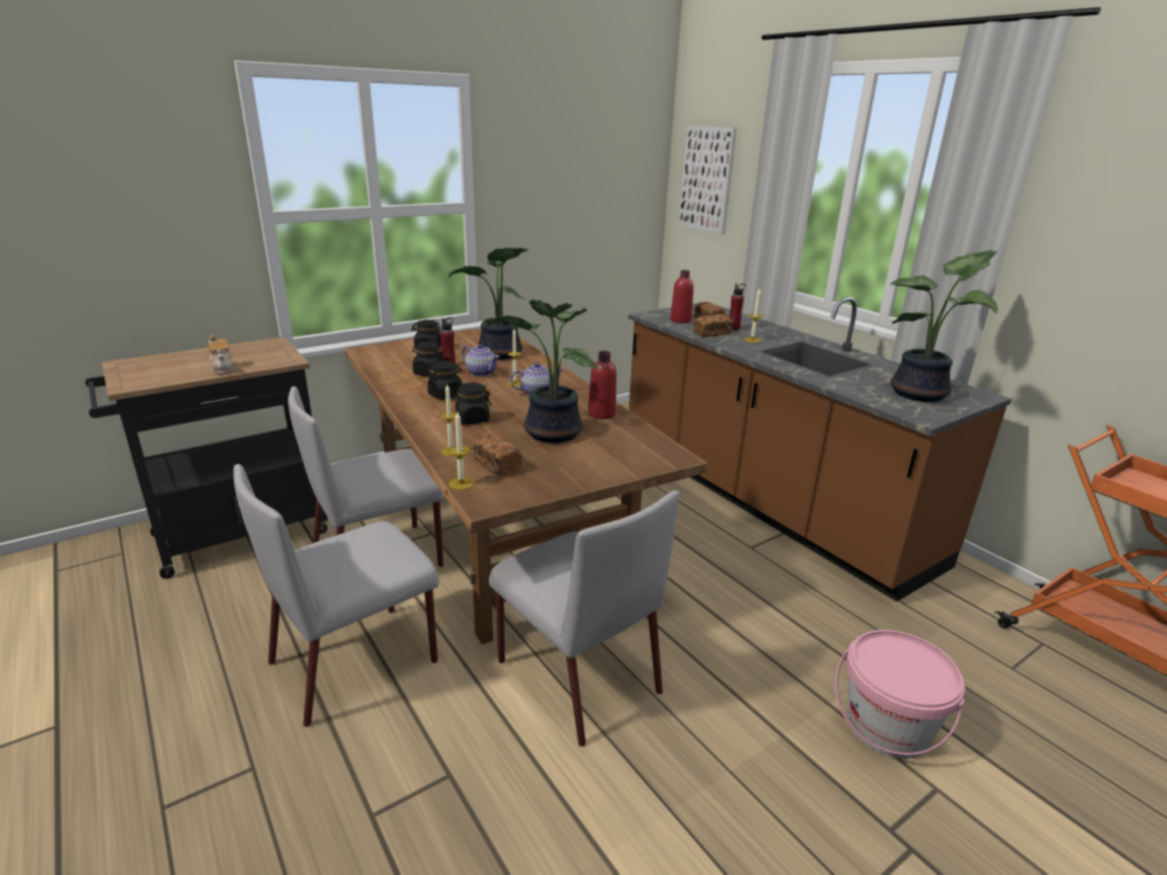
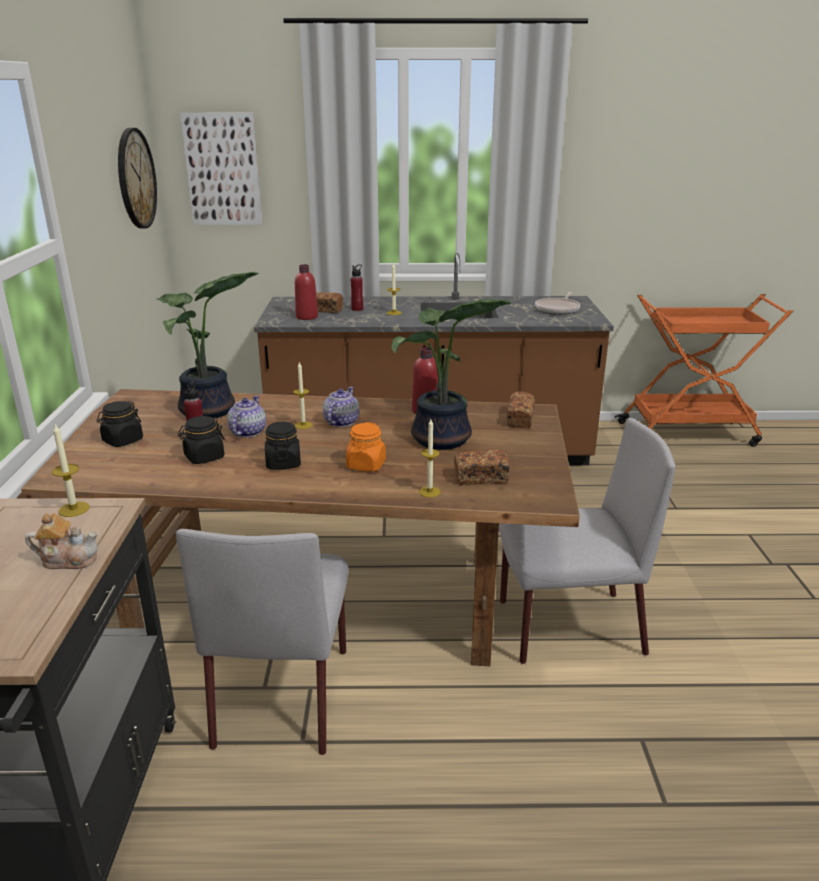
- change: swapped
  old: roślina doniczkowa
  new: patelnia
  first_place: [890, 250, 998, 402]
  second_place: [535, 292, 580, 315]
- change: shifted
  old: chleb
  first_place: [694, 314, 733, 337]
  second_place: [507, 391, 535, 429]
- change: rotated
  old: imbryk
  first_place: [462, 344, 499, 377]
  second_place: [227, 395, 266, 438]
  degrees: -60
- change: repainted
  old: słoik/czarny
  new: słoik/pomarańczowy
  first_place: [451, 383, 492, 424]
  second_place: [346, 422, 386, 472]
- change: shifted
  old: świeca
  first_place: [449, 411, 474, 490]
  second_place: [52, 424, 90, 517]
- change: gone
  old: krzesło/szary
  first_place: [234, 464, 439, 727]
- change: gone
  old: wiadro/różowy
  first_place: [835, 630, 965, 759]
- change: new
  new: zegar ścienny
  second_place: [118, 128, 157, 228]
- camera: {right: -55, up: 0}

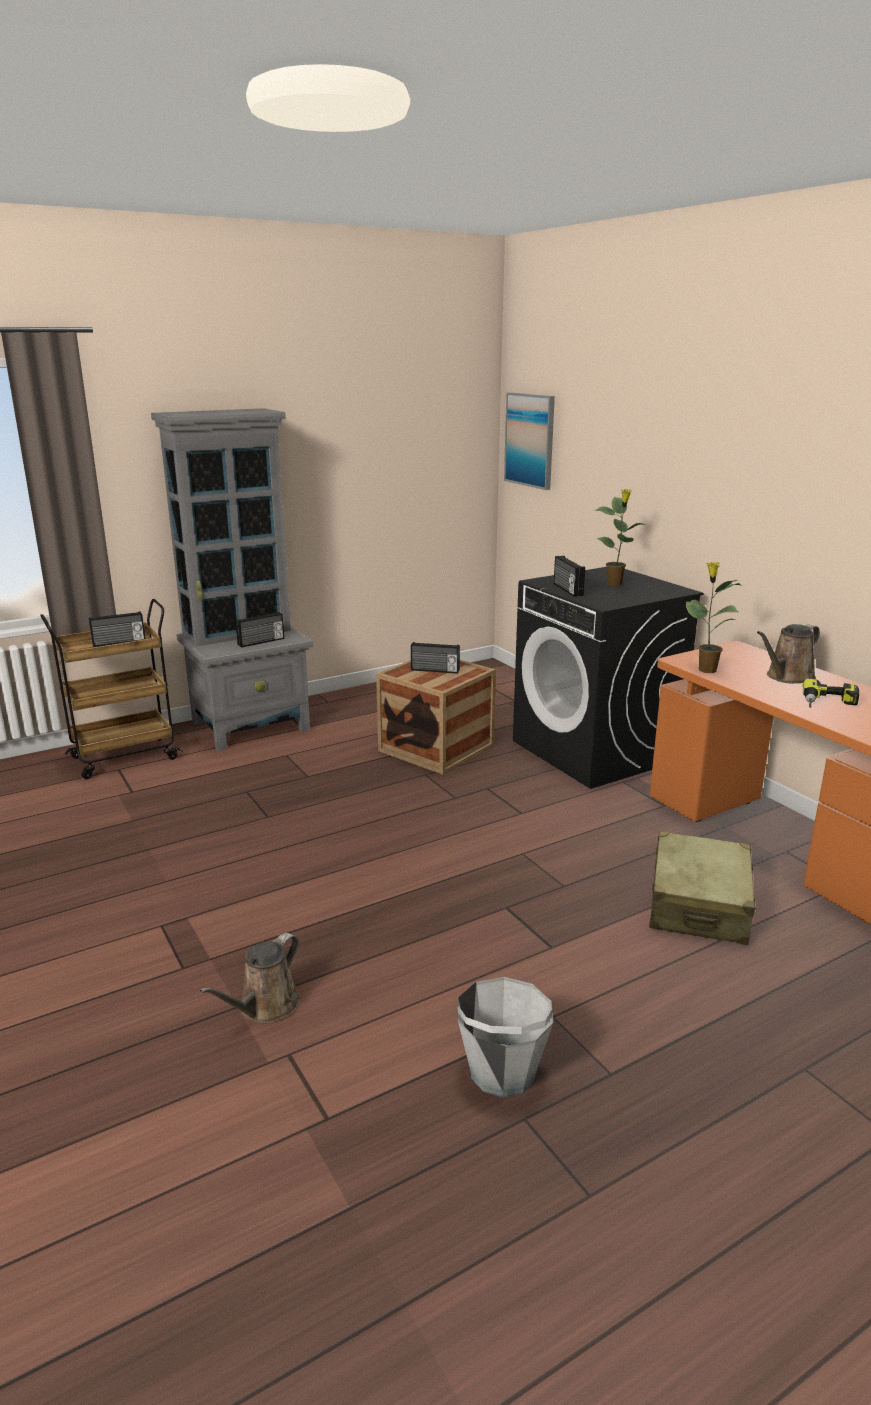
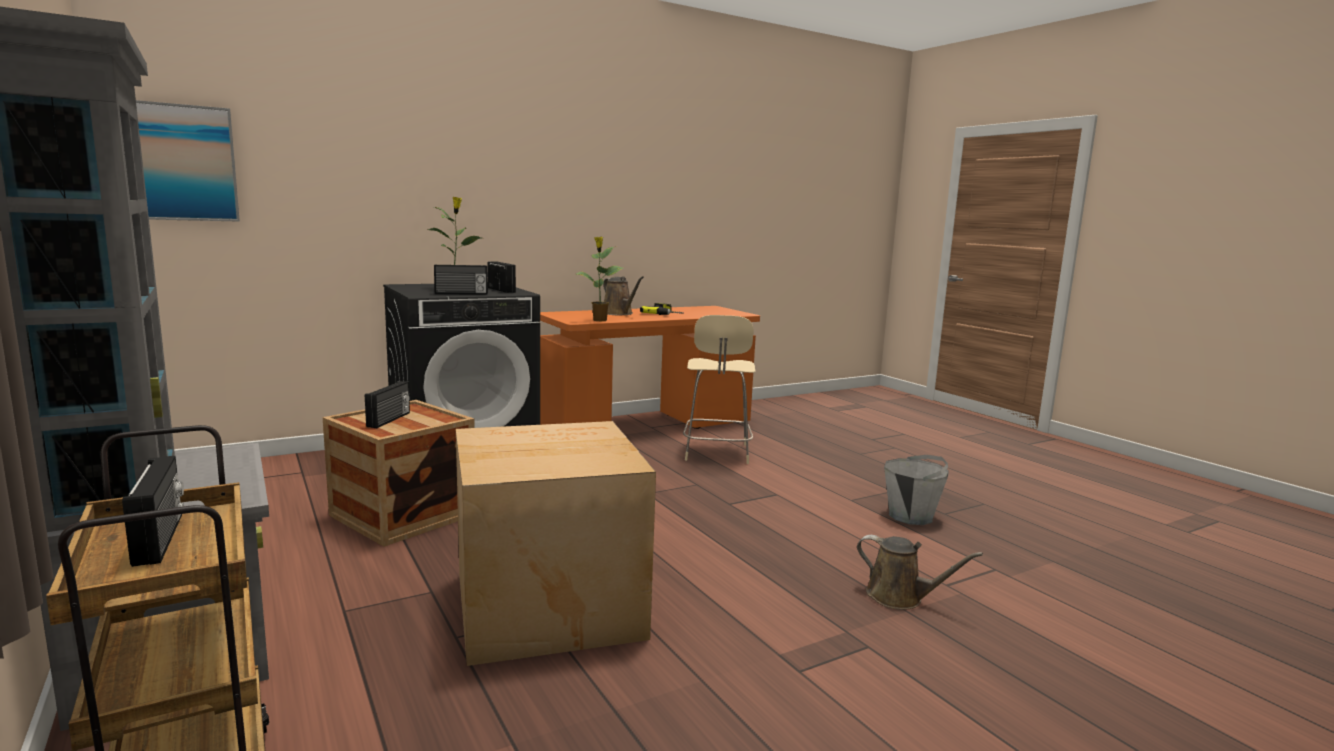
- change: shifted
  old: radio
  first_place: [235, 612, 284, 648]
  second_place: [487, 261, 516, 293]
- change: swapped
  old: walizka/beżowy
  new: krzesło/beżowy
  first_place: [649, 831, 756, 945]
  second_place: [683, 315, 756, 464]
- change: new
  new: karton
  second_place: [456, 421, 656, 666]
- camera: {right: -90, up: -10}

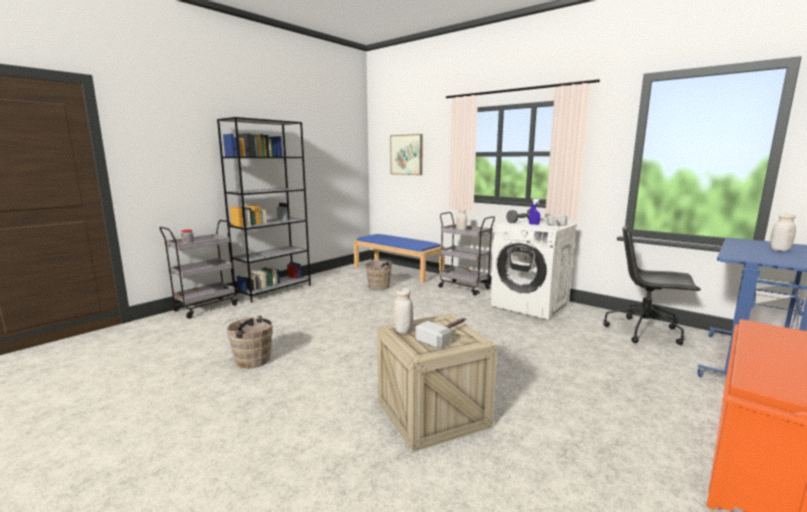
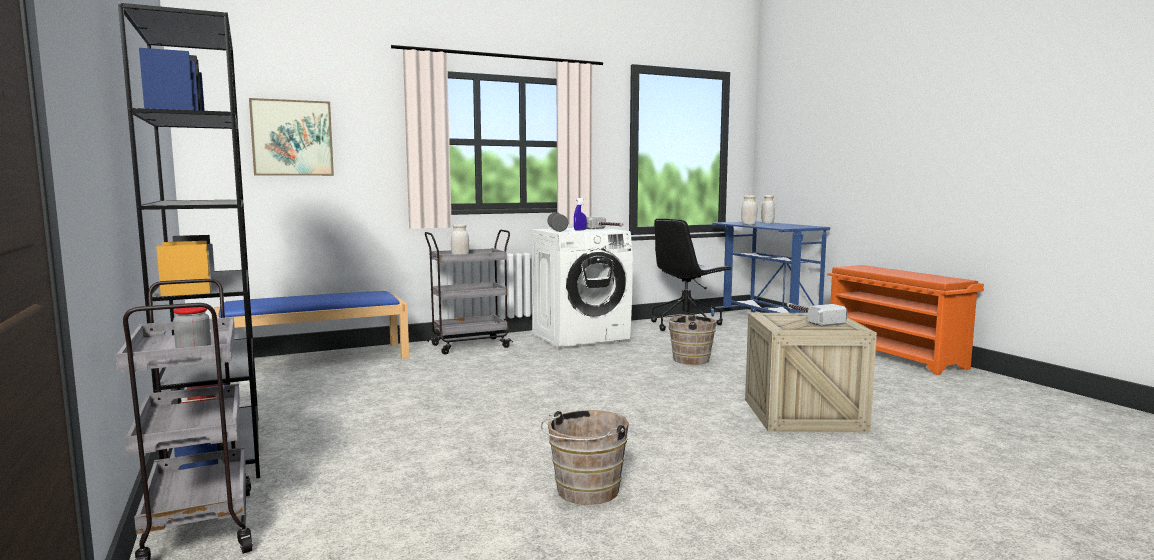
- change: shifted
  old: wiadro/brązowy
  first_place: [364, 259, 393, 290]
  second_place: [663, 313, 717, 365]
- change: shifted
  old: słoik/biały
  first_place: [394, 288, 413, 334]
  second_place: [741, 195, 757, 225]
- camera: {right: -65, up: -5}

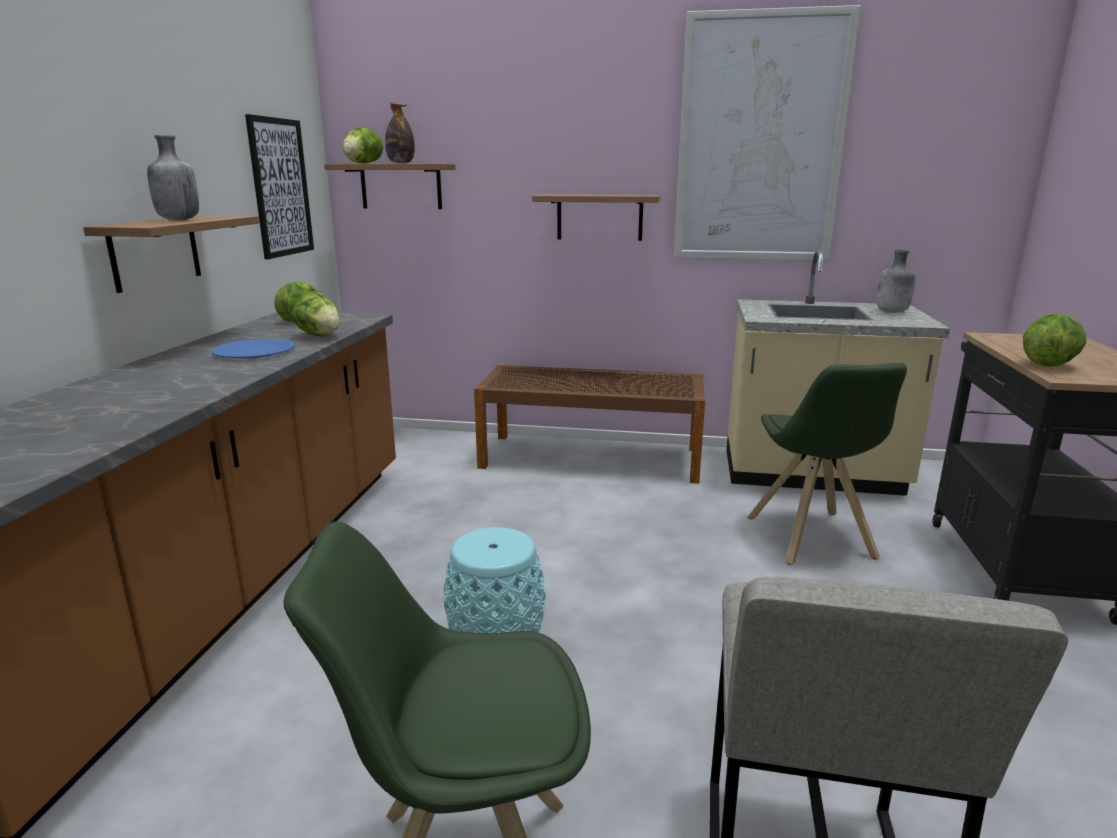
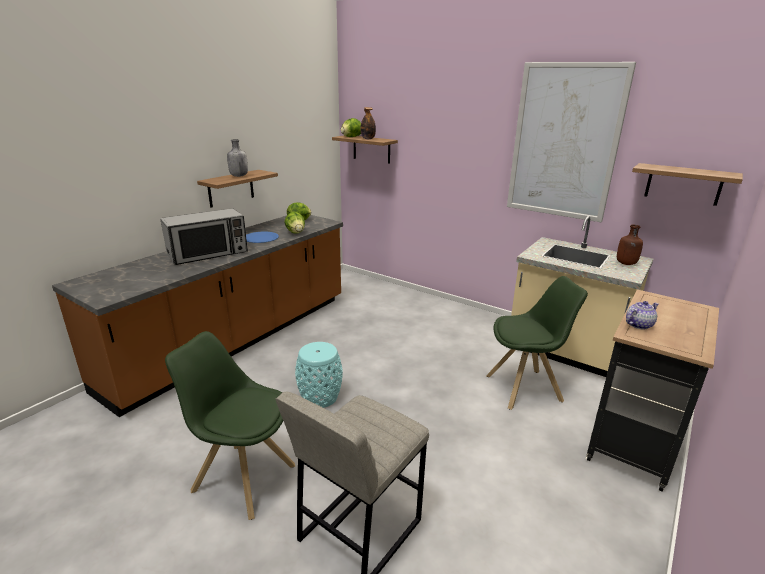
- change: gone
  old: obraz
  first_place: [245, 114, 314, 259]
- change: shifted
  old: półka
  first_place: [532, 194, 661, 241]
  second_place: [632, 163, 743, 206]
- change: repainted
  old: butelka/szary
  new: butelka/brązowy
  first_place: [877, 250, 915, 313]
  second_place: [617, 225, 643, 265]
- change: swapped
  old: sałata
  new: imbryk
  first_place: [1023, 313, 1086, 367]
  second_place: [626, 301, 659, 330]
- change: rotated
  old: krzesło/zielony
  first_place: [747, 363, 907, 565]
  second_place: [486, 276, 588, 410]
  degrees: -120
- change: gone
  old: ławka/brązowy
  first_place: [474, 364, 705, 484]
- change: new
  new: mikrofalówka
  second_place: [160, 208, 248, 265]
- camera: {right: 25, up: 5}

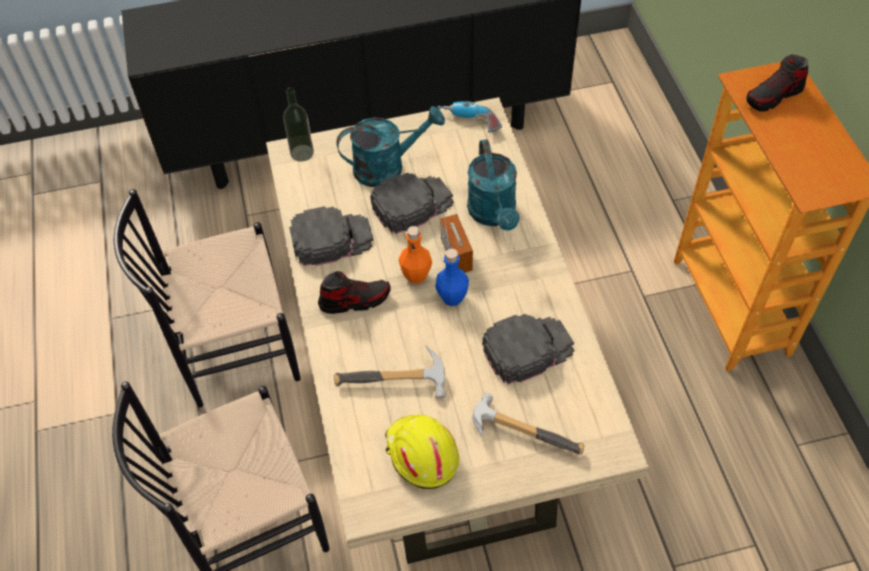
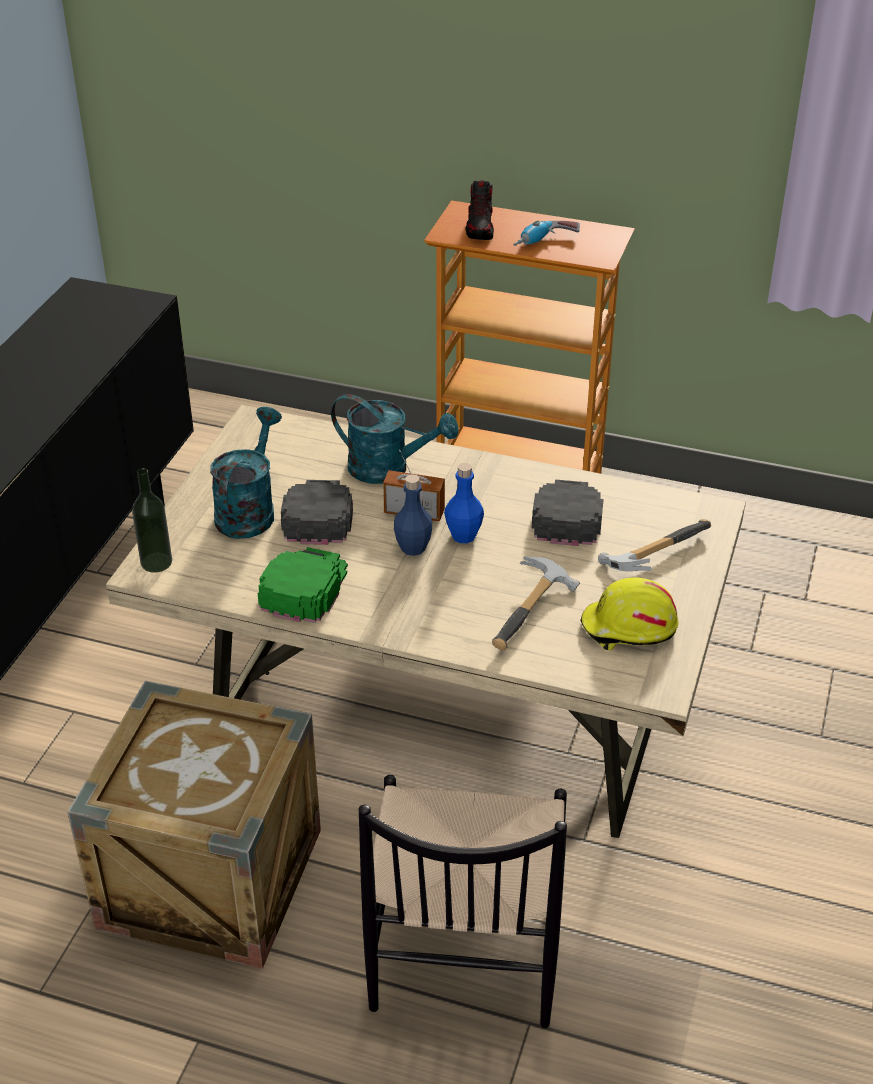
- change: shifted
  old: wiertarka
  first_place: [438, 101, 502, 133]
  second_place: [513, 221, 580, 246]
- change: swapped
  old: krzesło/czarny
  new: skrzynka
  first_place: [114, 189, 301, 407]
  second_place: [67, 681, 321, 969]
- change: repainted
  old: czapka z daszkiem/czarny
  new: czapka z daszkiem/zielony
  first_place: [289, 206, 374, 266]
  second_place: [258, 547, 348, 623]
- change: repainted
  old: butelka/pomarańczowy
  new: butelka/niebieski
  first_place: [399, 226, 432, 284]
  second_place: [394, 474, 432, 556]
- change: gone
  old: but
  first_place: [318, 271, 391, 314]
- camera: {right: -60, up: -15}

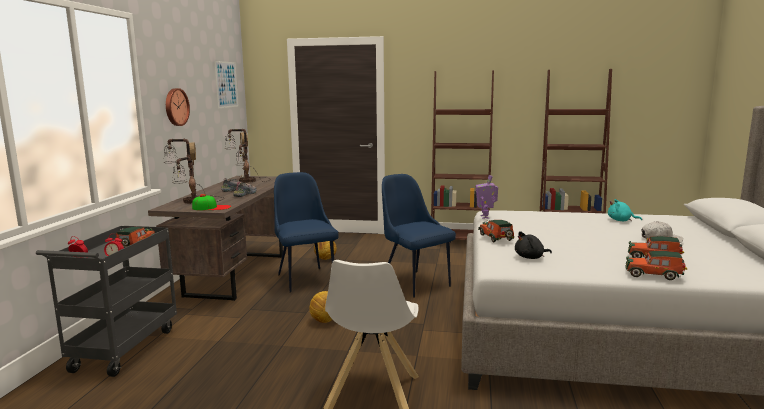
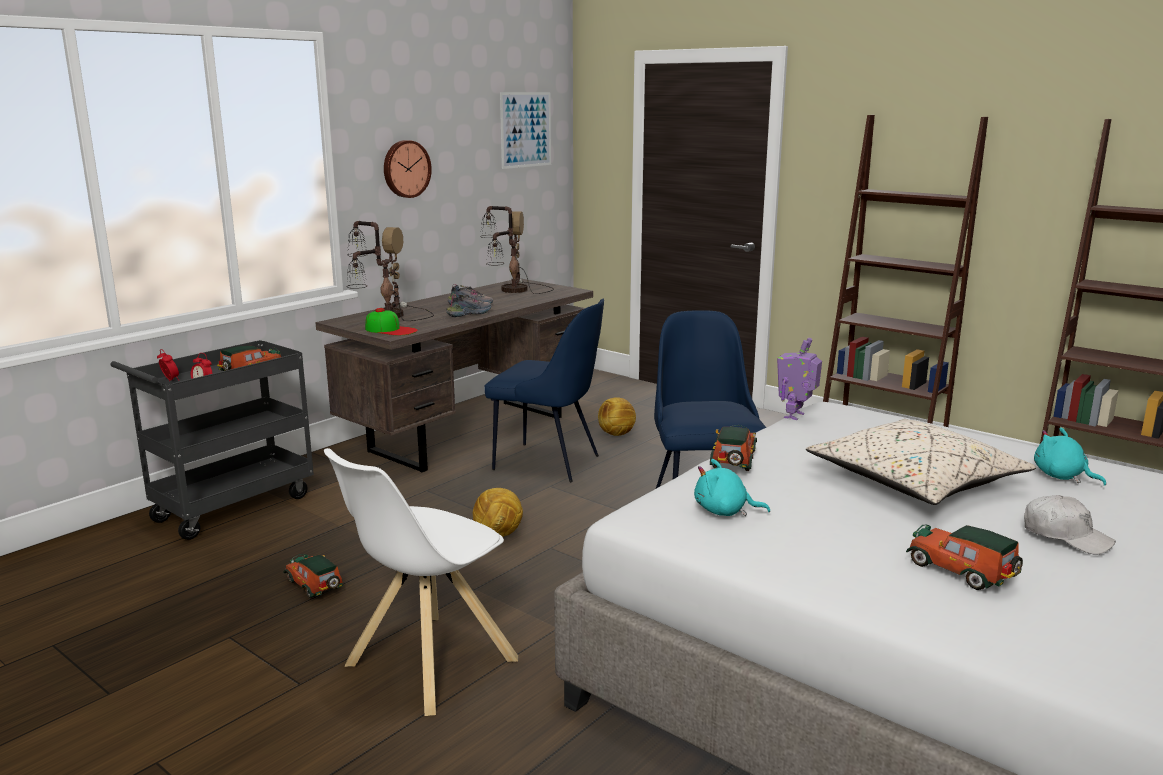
- change: rotated
  old: krzesło/niebieski
  first_place: [274, 172, 338, 293]
  second_place: [484, 299, 604, 482]
  degrees: 105
- change: repainted
  old: pluszak/czarny
  new: pluszak/turkusowy
  first_place: [515, 231, 552, 259]
  second_place: [694, 459, 770, 516]
- change: shifted
  old: samochodzik
  first_place: [625, 251, 687, 280]
  second_place: [283, 554, 343, 599]
- change: new
  new: poduszka/beżowy
  second_place: [806, 419, 1036, 505]
- camera: {right: 30, up: 5}

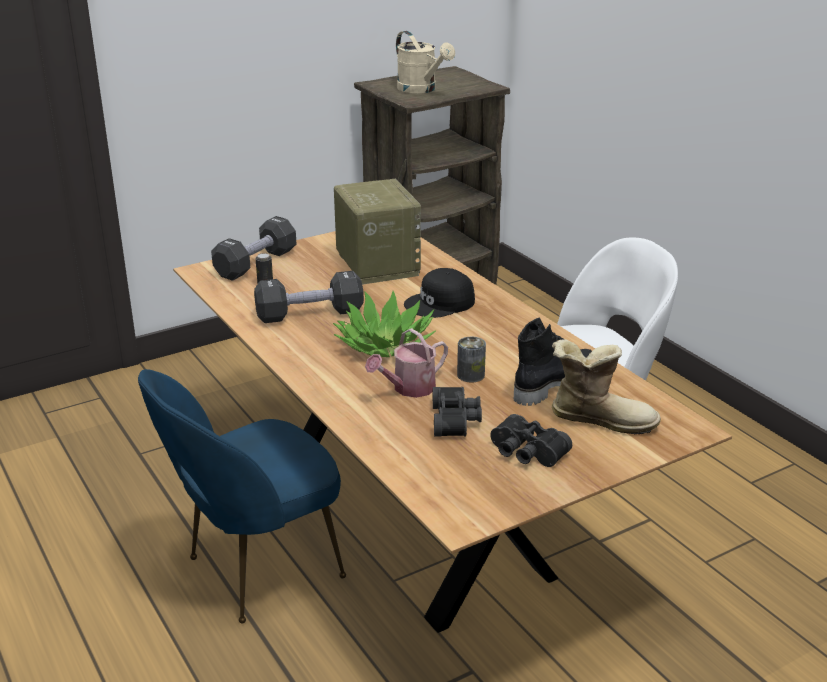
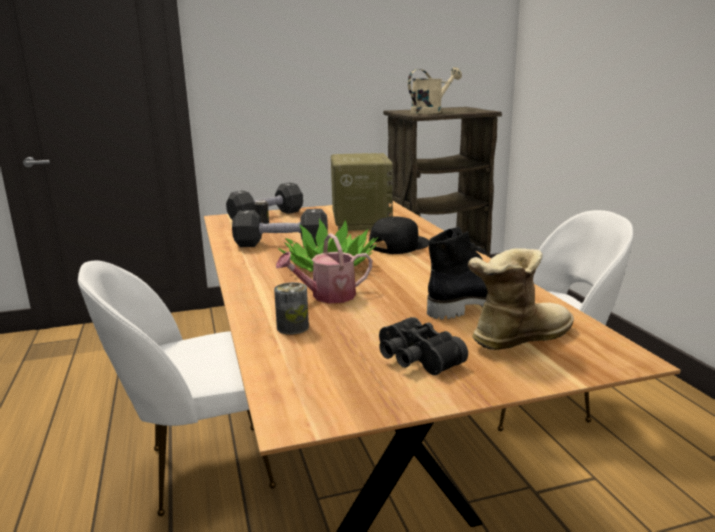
- change: rotated
  old: konewka/beżowy
  first_place: [396, 31, 455, 93]
  second_place: [408, 67, 462, 114]
  degrees: -105
- change: rotated
  old: czapka z daszkiem/czarny
  first_place: [404, 268, 475, 318]
  second_place: [369, 217, 429, 254]
  degrees: 150
- change: shifted
  old: puszka
  first_place: [457, 337, 486, 382]
  second_place: [274, 282, 309, 335]
- change: rotated
  old: but z cholewką
  first_place: [552, 339, 661, 434]
  second_place: [468, 248, 574, 350]
  degrees: -60
- change: repainted
  old: krzesło/niebieski
  new: krzesło/biały
  first_place: [138, 369, 346, 624]
  second_place: [78, 261, 276, 516]
- change: gone
  old: lornetka/czarny
  first_place: [433, 387, 482, 437]
- camera: {right: 15, up: -10}

